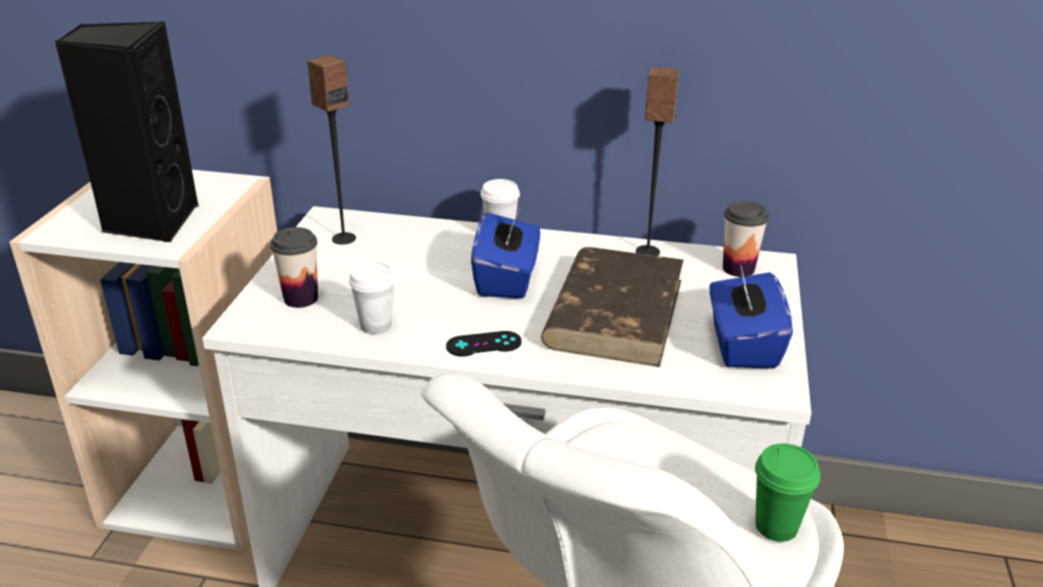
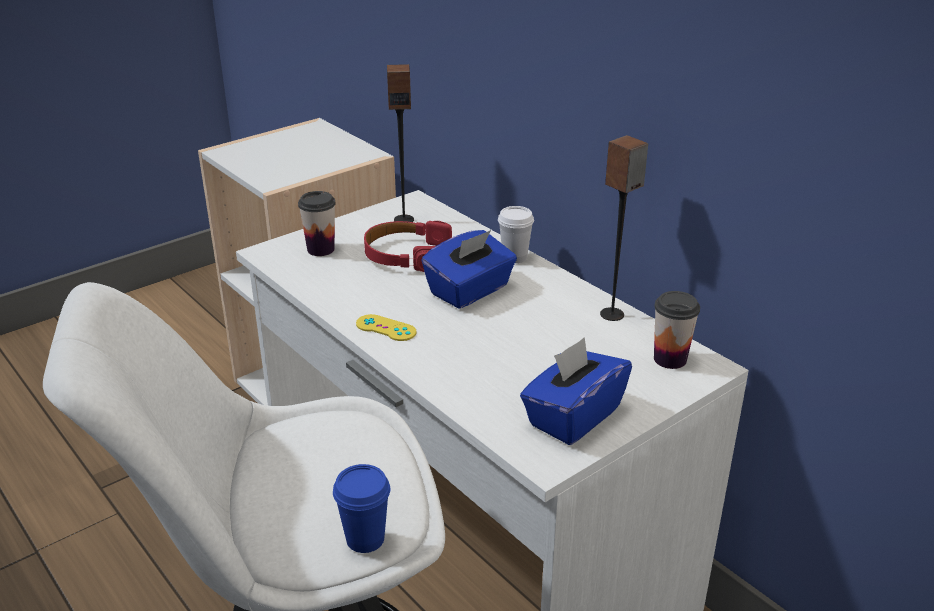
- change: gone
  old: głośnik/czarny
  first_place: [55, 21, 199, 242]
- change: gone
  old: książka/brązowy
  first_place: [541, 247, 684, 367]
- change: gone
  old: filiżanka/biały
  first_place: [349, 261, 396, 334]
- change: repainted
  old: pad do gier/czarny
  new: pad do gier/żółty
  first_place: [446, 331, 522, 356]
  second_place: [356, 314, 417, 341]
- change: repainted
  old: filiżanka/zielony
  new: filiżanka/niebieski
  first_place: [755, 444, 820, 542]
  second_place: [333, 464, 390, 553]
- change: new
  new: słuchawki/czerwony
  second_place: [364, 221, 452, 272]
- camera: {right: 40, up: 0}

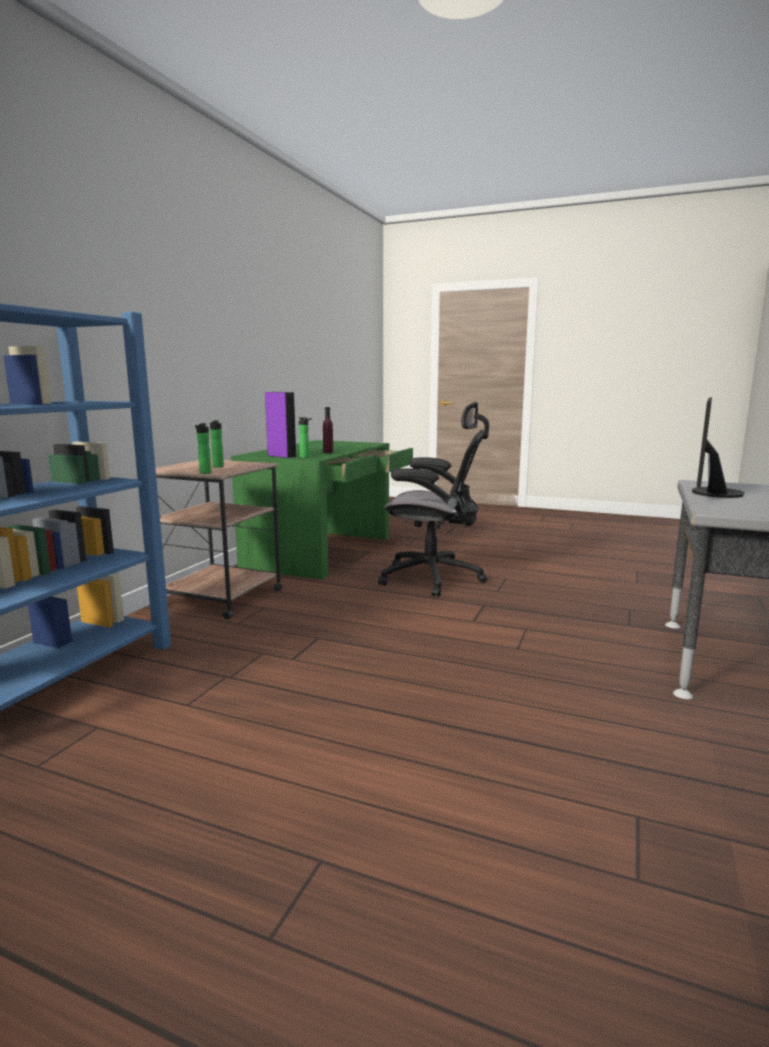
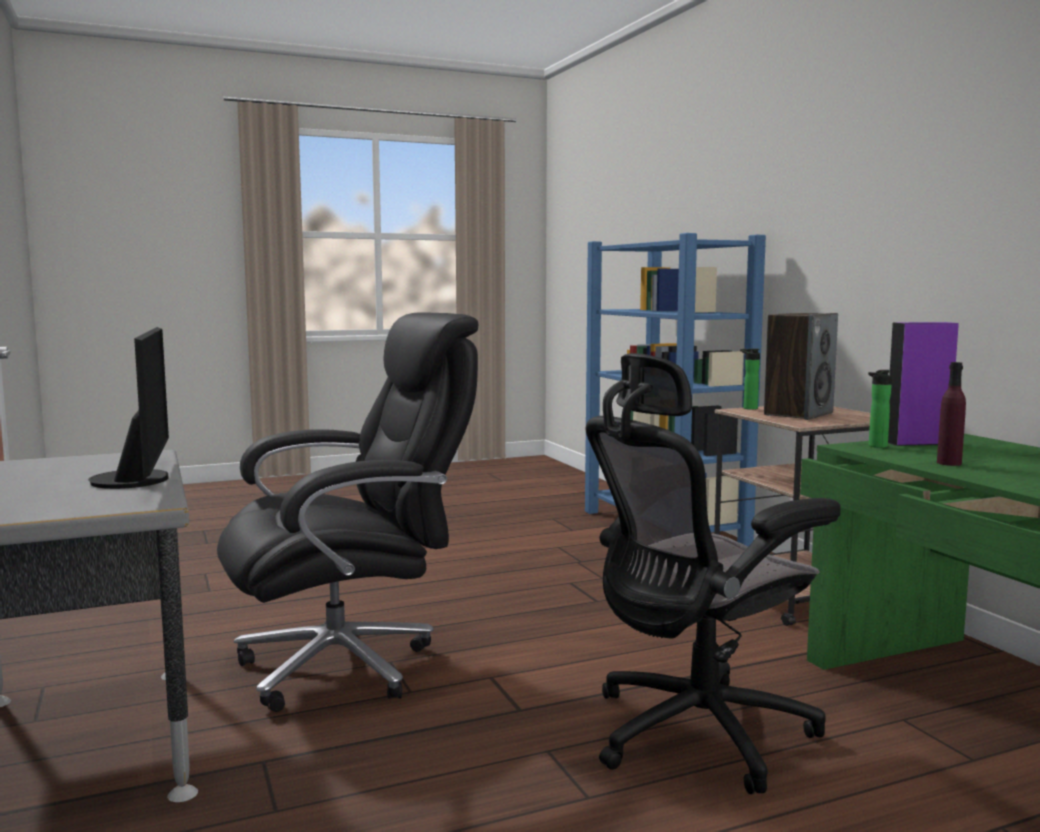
- change: swapped
  old: butelka
  new: głośnik
  first_place: [210, 420, 224, 467]
  second_place: [764, 313, 838, 420]
- change: new
  new: krzesło biurowe/czarny
  second_place: [217, 312, 478, 712]
- camera: {right: 135, up: -5}

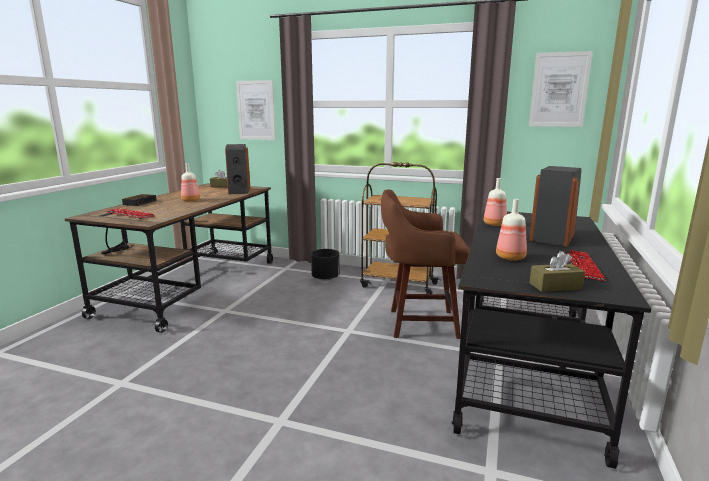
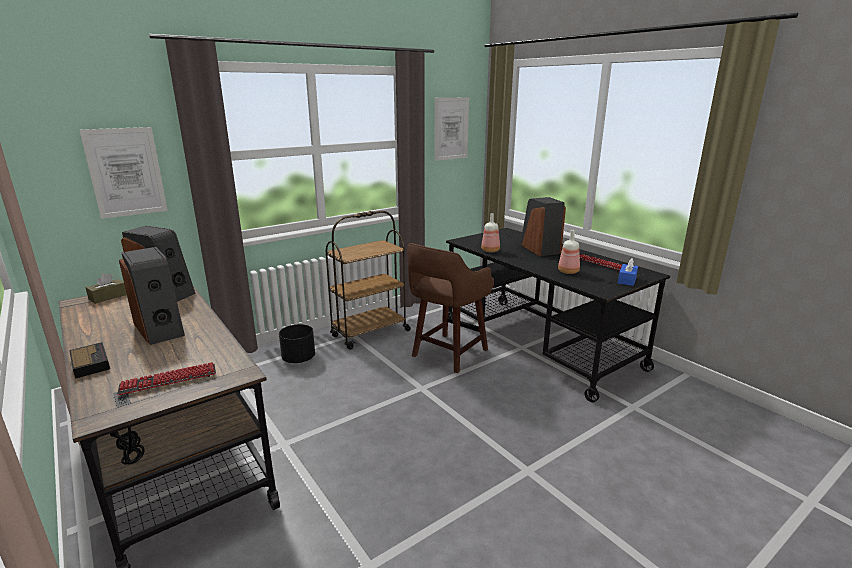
- change: swapped
  old: butelka
  new: głośnik
  first_place: [181, 163, 200, 202]
  second_place: [119, 247, 185, 345]
- change: repainted
  old: pudełko chusteczek/brązowy
  new: pudełko chusteczek/niebieski
  first_place: [530, 251, 585, 292]
  second_place: [618, 258, 638, 286]
- camera: {right: -55, up: 5}

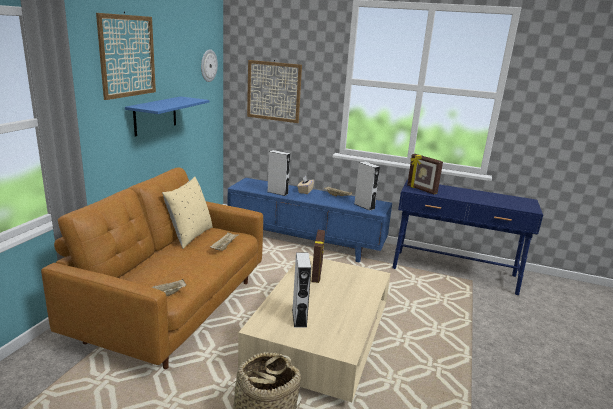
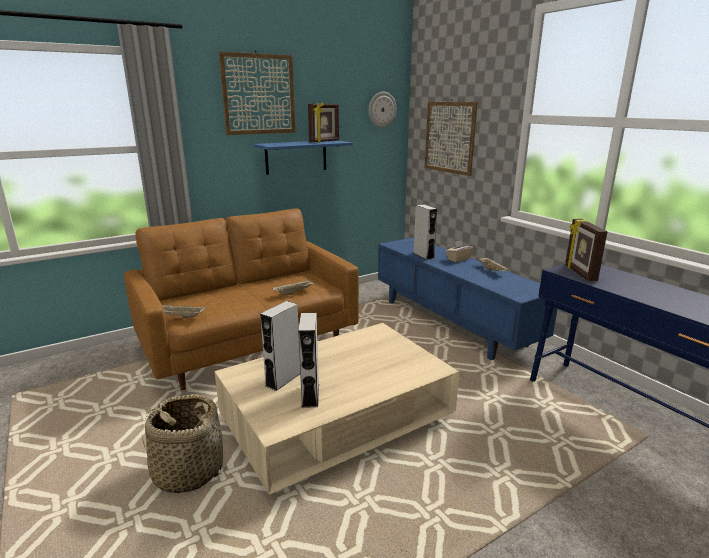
- change: shifted
  old: głośnik/szary
  first_place: [354, 161, 380, 211]
  second_place: [298, 313, 319, 408]
- change: gone
  old: poduszka/beżowy
  first_place: [162, 177, 213, 249]
- change: shifted
  old: ramka na zdjęcie
  first_place: [312, 230, 325, 283]
  second_place: [308, 102, 339, 143]
- camera: {right: 40, up: 0}

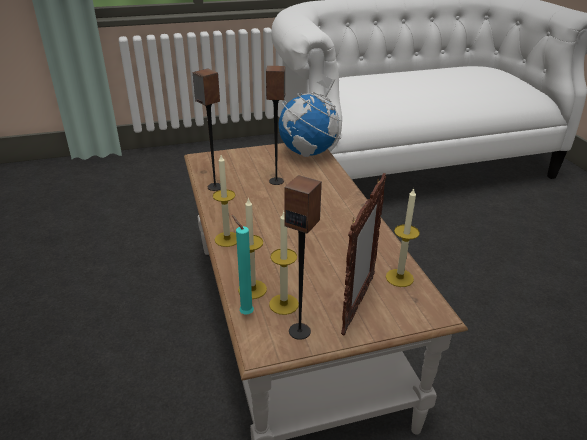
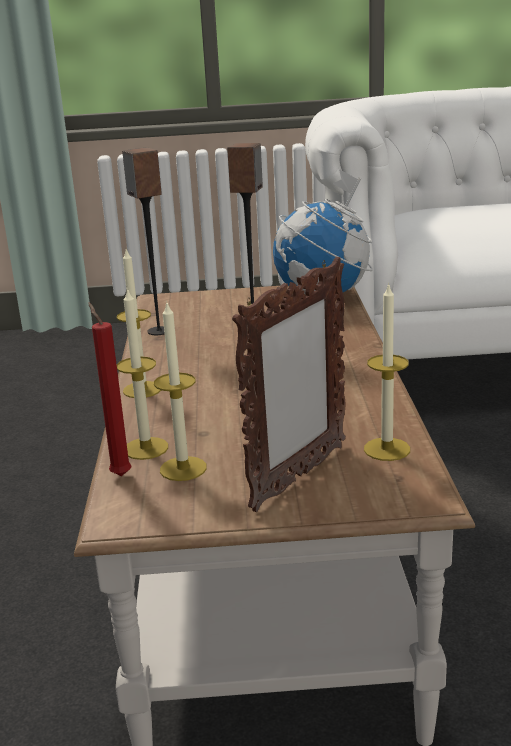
- change: gone
  old: głośnik
  first_place: [284, 175, 322, 340]
- change: repainted
  old: świeca/turkusowy
  new: świeca/czerwony
  first_place: [232, 215, 254, 314]
  second_place: [88, 303, 132, 476]
- camera: {right: 15, up: -10}

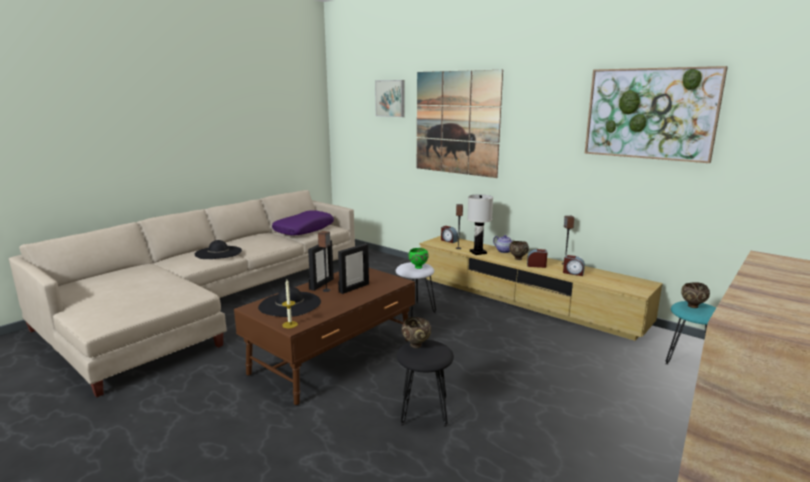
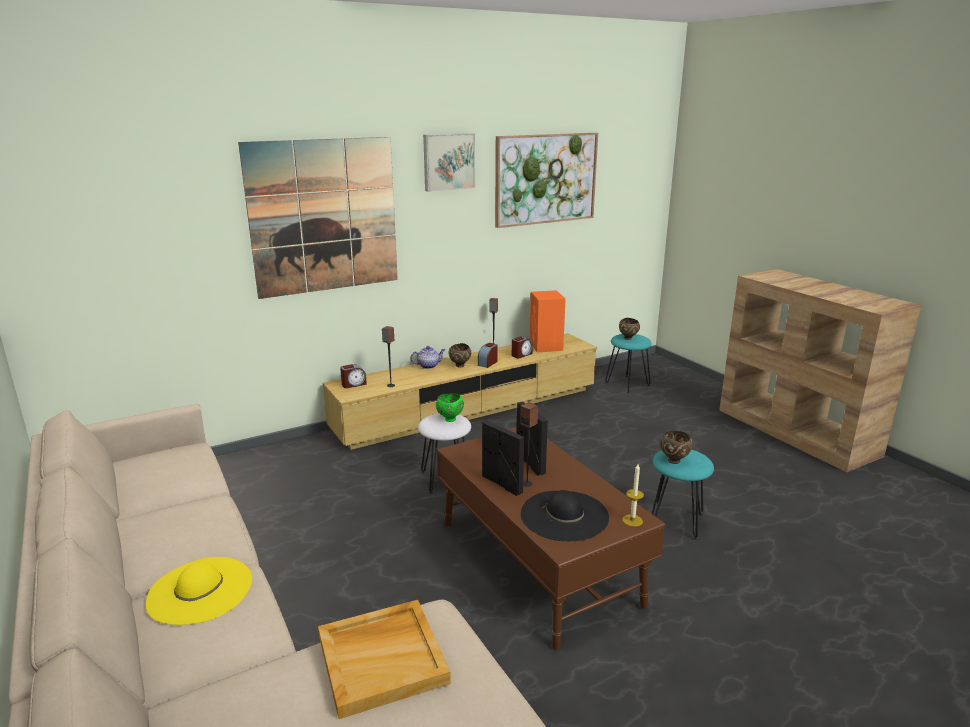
- change: shifted
  old: obraz
  first_place: [375, 80, 405, 117]
  second_place: [423, 133, 475, 192]
- change: gone
  old: lampa stołowa/biały
  first_place: [467, 194, 493, 255]
- change: gone
  old: poduszka/fioletowy
  first_place: [272, 211, 334, 235]
- change: repainted
  old: kapelusz/czarny
  new: kapelusz/żółty
  first_place: [195, 240, 242, 259]
  second_place: [145, 557, 252, 625]
- change: repainted
  old: stołek/czarny
  new: stołek/turkusowy
  first_place: [397, 340, 454, 427]
  second_place: [652, 450, 714, 540]
- change: new
  new: głośnik/pomarańczowy
  second_place: [530, 290, 566, 353]
- change: new
  new: taca/beżowy
  second_place: [318, 600, 451, 719]
- camera: {right: -70, up: 5}

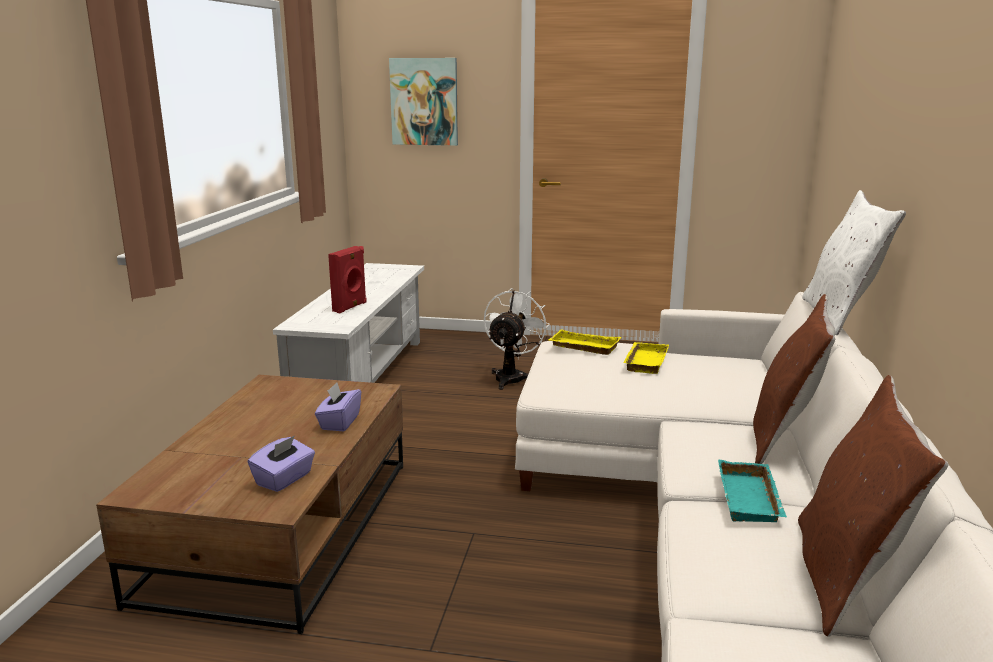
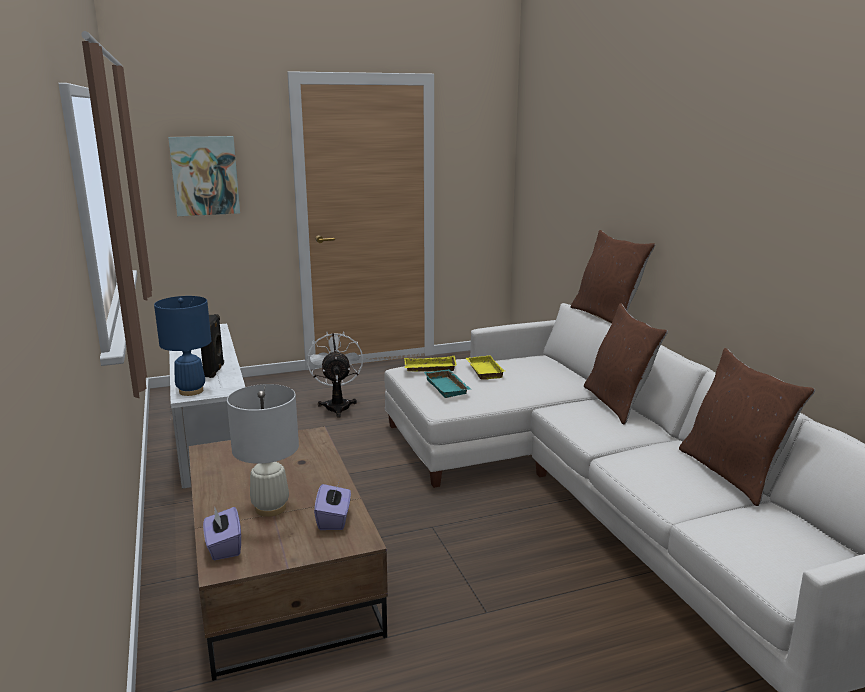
- change: repainted
  old: poduszka/biały
  new: poduszka/brązowy
  first_place: [802, 190, 906, 335]
  second_place: [571, 230, 656, 323]
- change: repainted
  old: głośnik/czerwony
  new: głośnik/czarny
  first_place: [328, 246, 367, 313]
  second_place: [201, 314, 224, 378]
- change: shifted
  old: pudełko chusteczek/fioletowy
  first_place: [315, 382, 361, 431]
  second_place: [203, 506, 241, 560]
- change: shifted
  old: taca/turkusowy
  first_place: [718, 460, 786, 522]
  second_place: [424, 369, 471, 398]
- change: new
  new: lampa stołowa/niebieski
  second_place: [154, 296, 211, 396]
- change: new
  new: lampa stołowa/biały
  second_place: [227, 384, 299, 517]
- camera: {right: -30, up: 0}

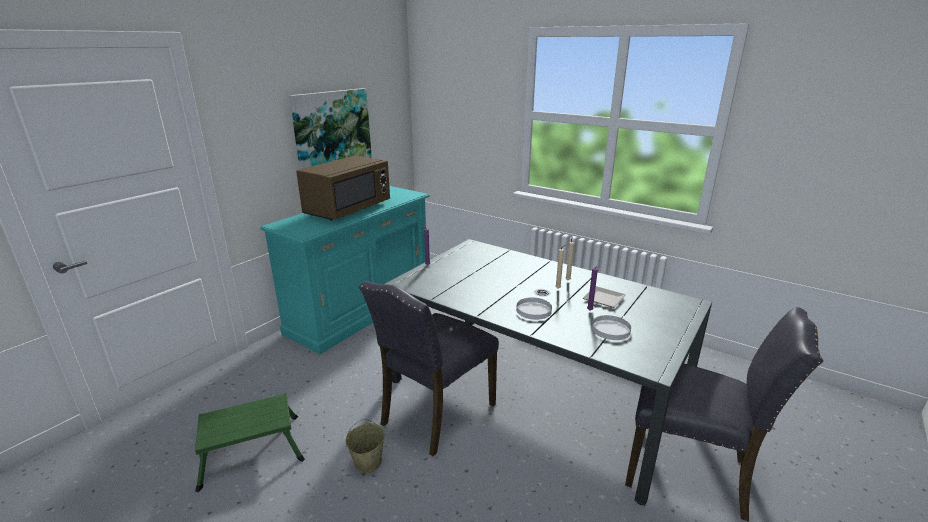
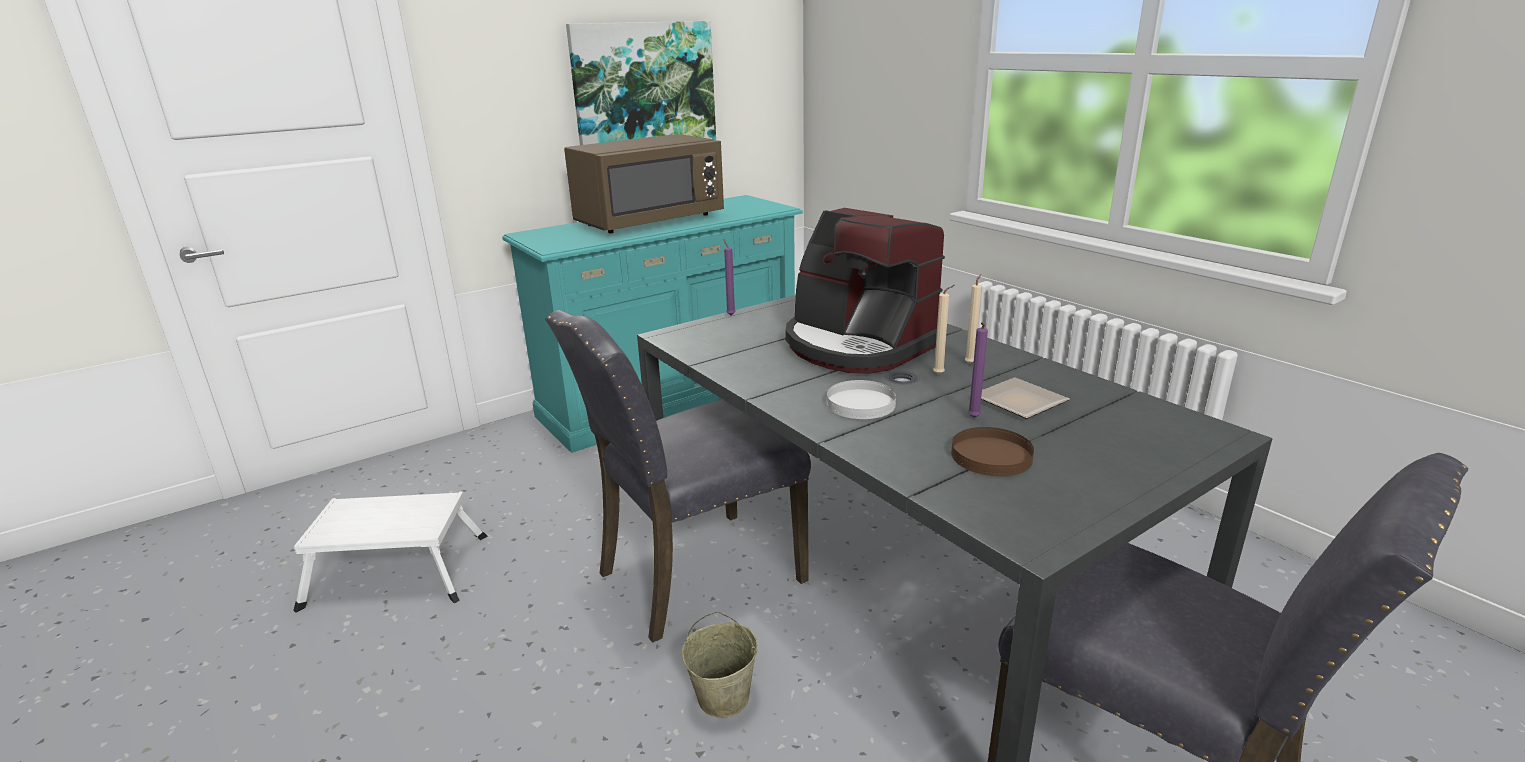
- change: repainted
  old: talerz/biały
  new: talerz/brązowy
  first_place: [592, 315, 631, 340]
  second_place: [951, 427, 1034, 476]
- change: repainted
  old: drabinka/zielony
  new: drabinka/biały
  first_place: [195, 393, 305, 492]
  second_place: [293, 492, 488, 613]
- change: shifted
  old: wiadro/beżowy
  first_place: [346, 419, 385, 473]
  second_place: [682, 612, 758, 718]
- change: new
  new: ekspres do kawy
  second_place: [785, 208, 945, 374]
- camera: {right: 20, up: 0}

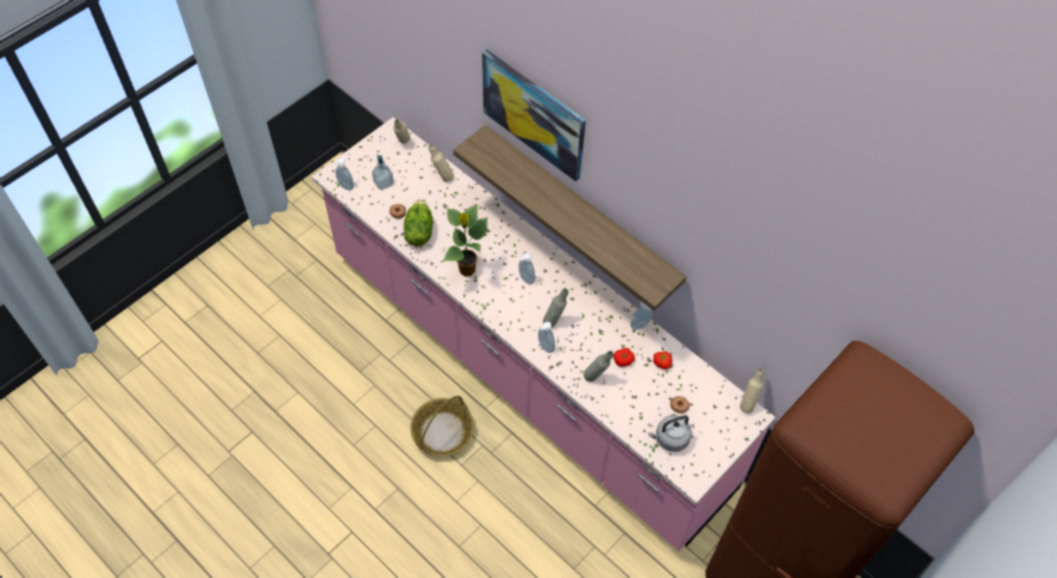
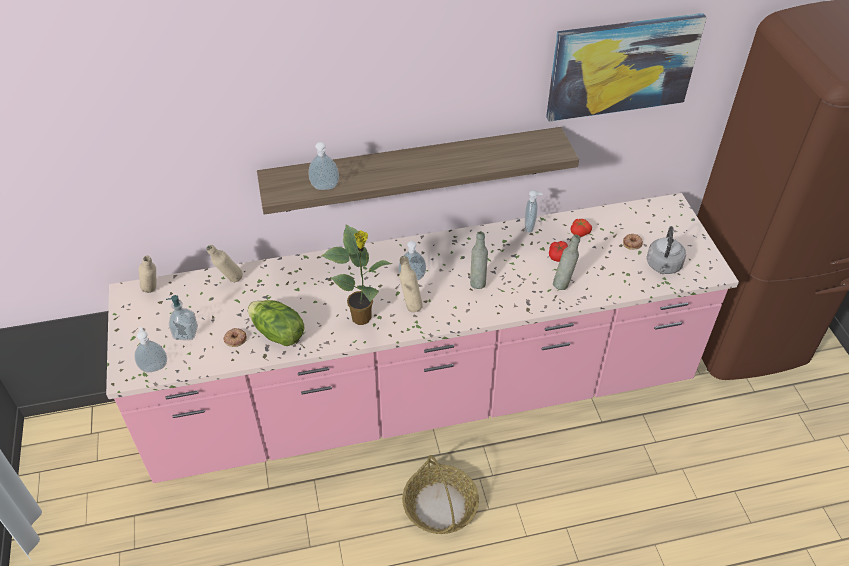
- change: shifted
  old: obraz
  first_place: [482, 50, 586, 182]
  second_place: [546, 13, 707, 122]
- change: shifted
  old: dozownik mydła
  first_place: [538, 322, 555, 353]
  second_place: [308, 142, 339, 190]
- change: shifted
  old: butelka/beżowy
  first_place: [740, 369, 764, 413]
  second_place: [399, 256, 423, 312]
- camera: {right: -55, up: -10}

